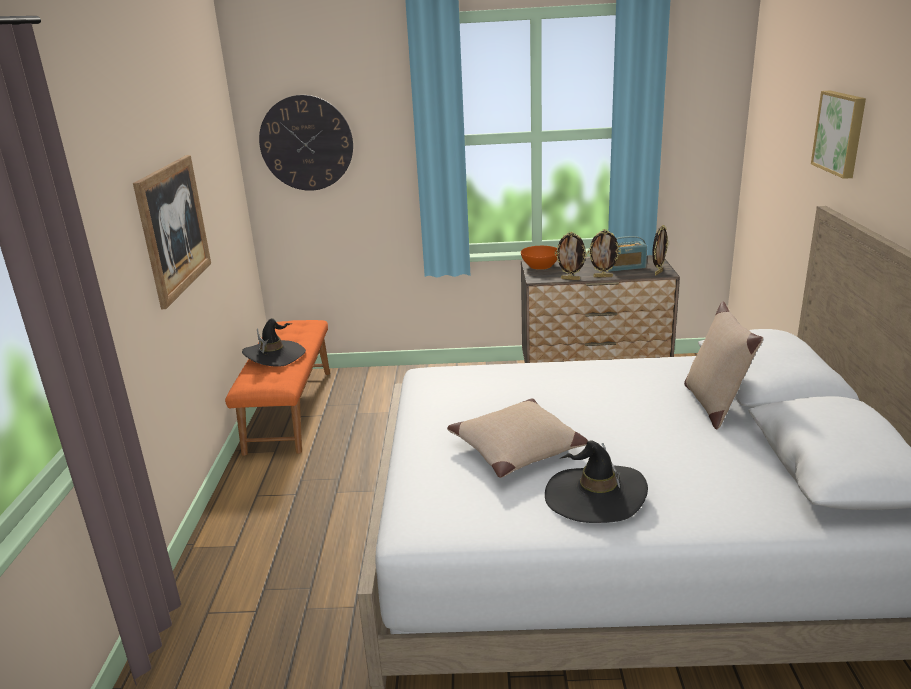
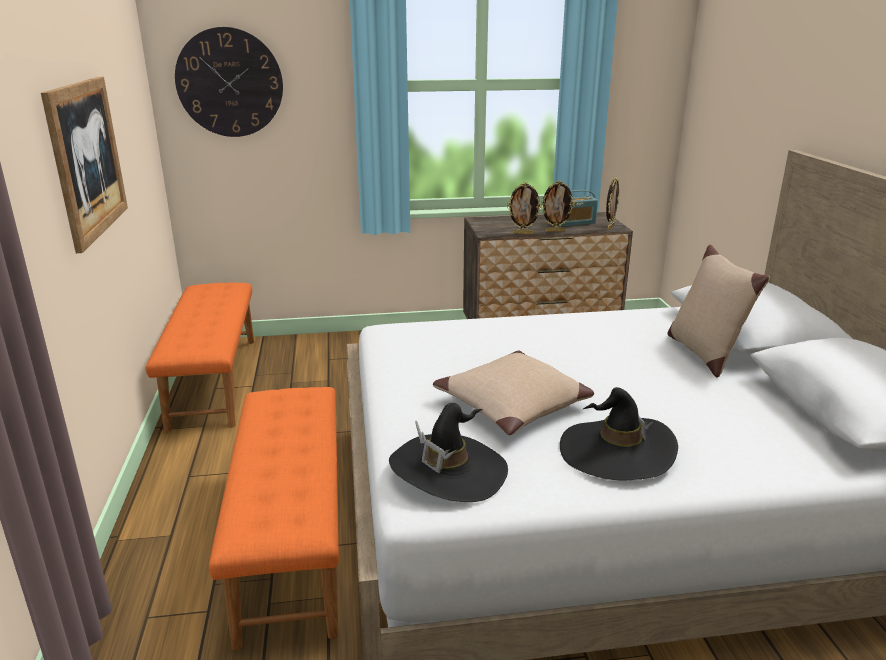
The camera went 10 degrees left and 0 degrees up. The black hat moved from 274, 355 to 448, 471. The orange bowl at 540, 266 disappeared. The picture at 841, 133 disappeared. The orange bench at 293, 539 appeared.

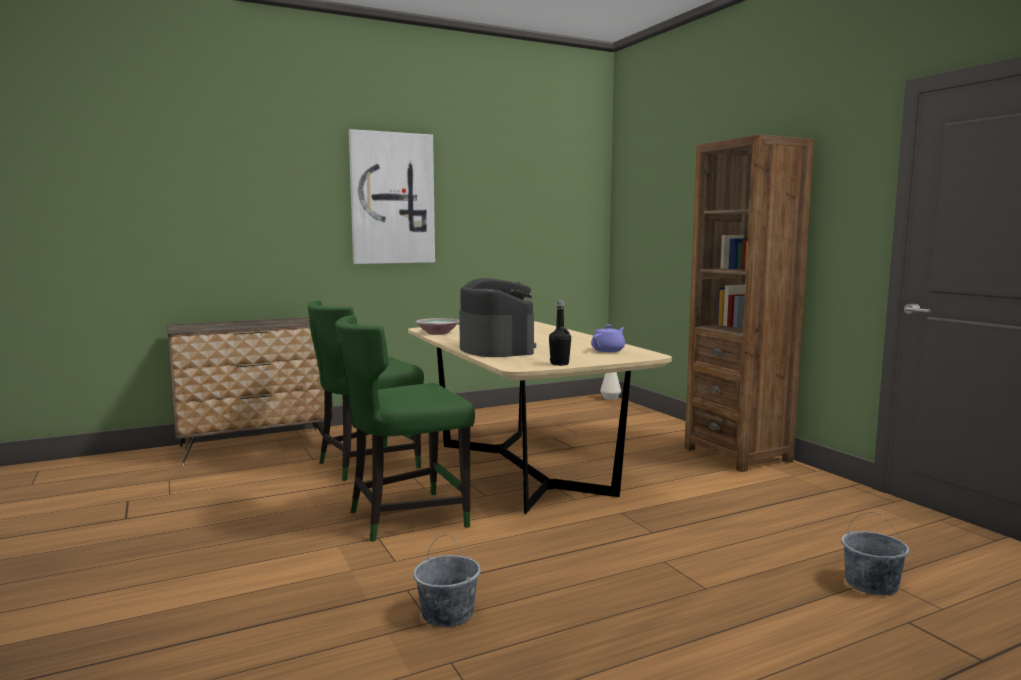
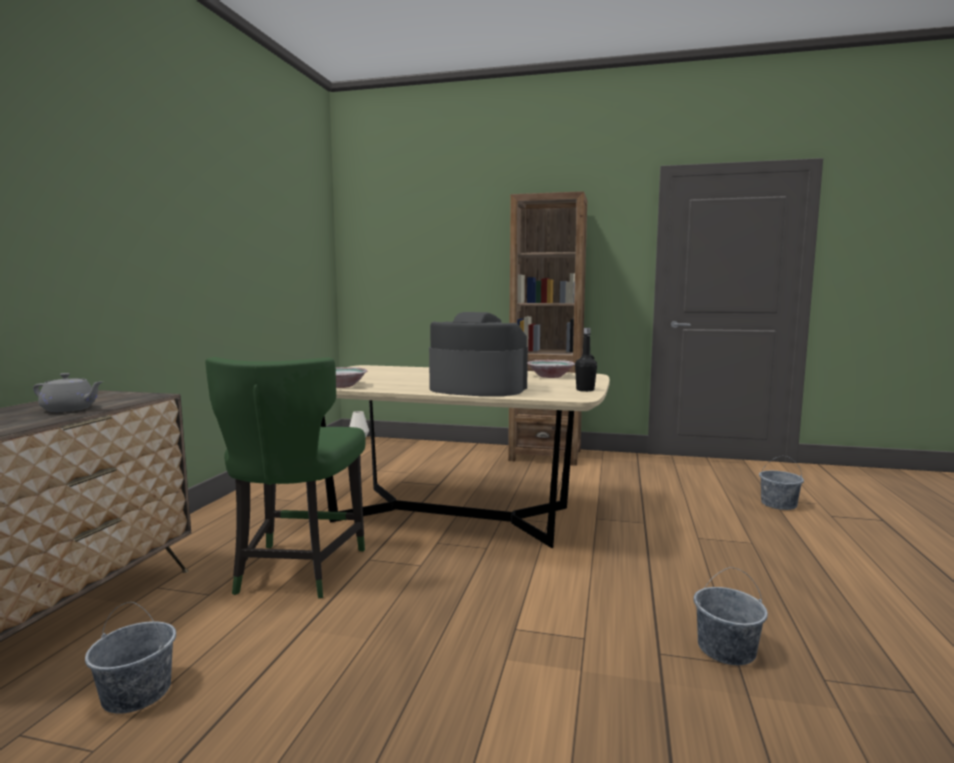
The camera went 50 degrees left and 0 degrees up. The green chair at 405, 517 disappeared. The picture at 392, 198 disappeared. The purple teapot at 608, 350 was replaced by the bowl at 550, 376. The grey teapot at 70, 409 appeared. The grey bucket at 136, 693 appeared.

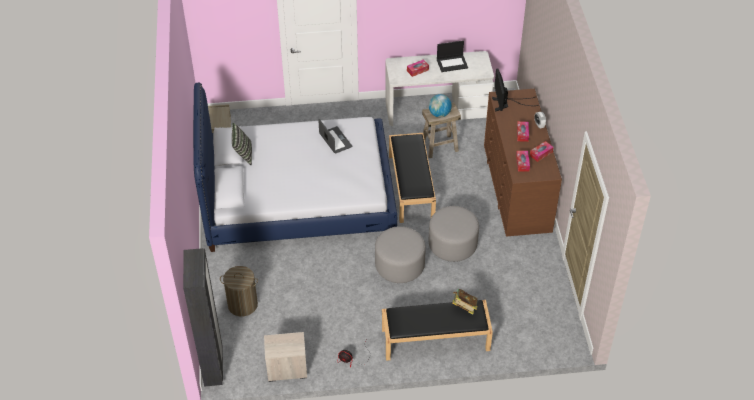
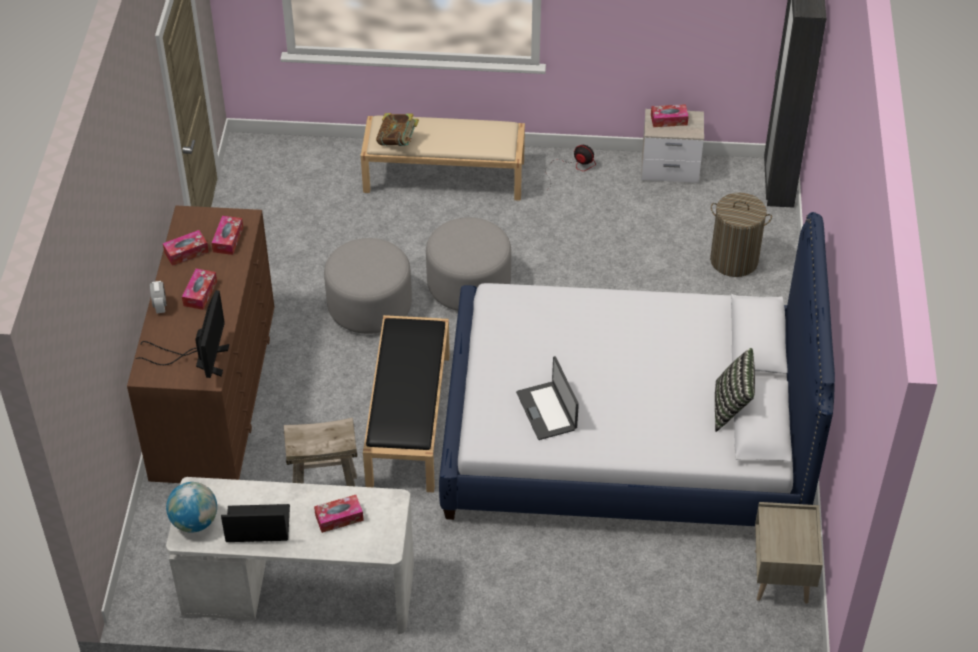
The camera went 170 degrees left and 0 degrees up. The black bench at 435, 340 became the beige bench at 445, 176. The globe moved from 439, 114 to 194, 522. The tissue box at 669, 120 appeared.

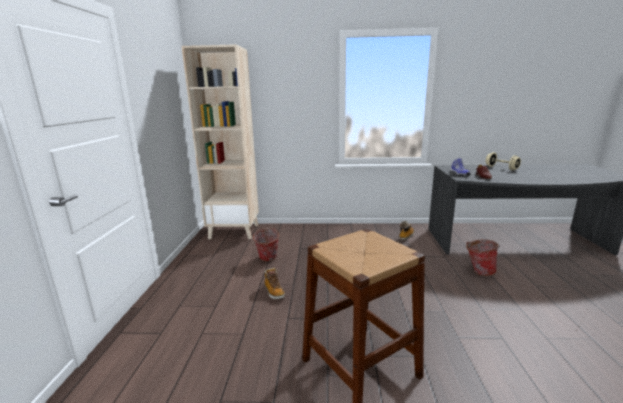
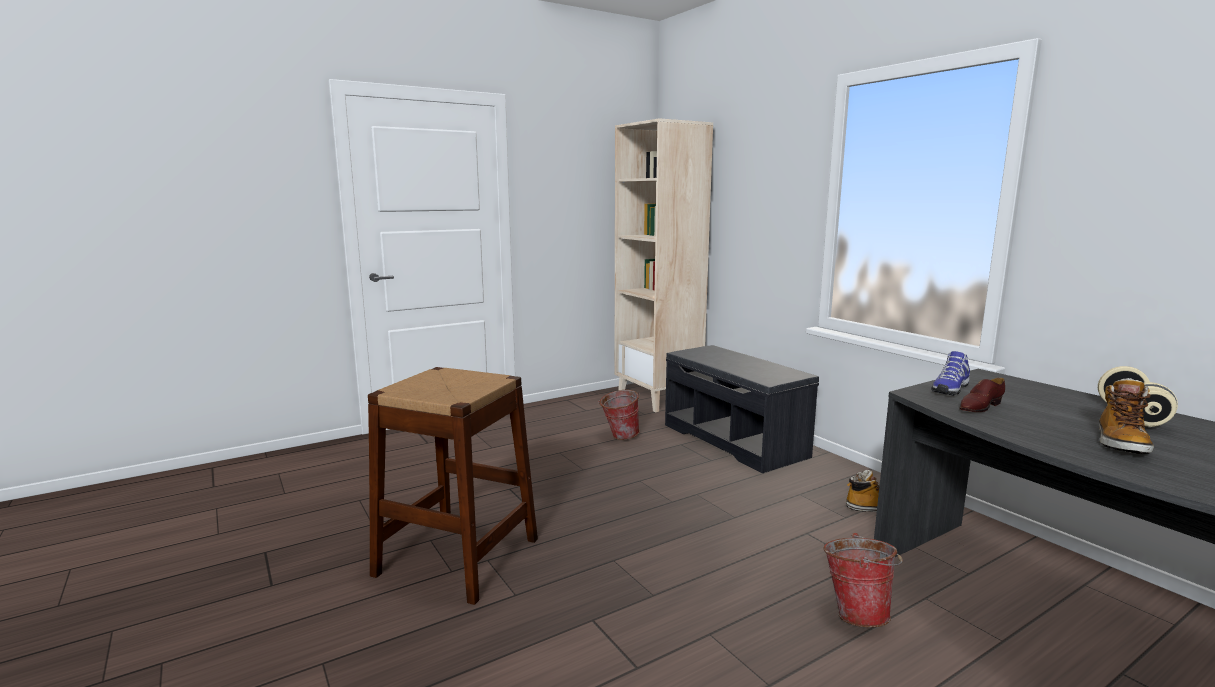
The camera went 55 degrees right and 5 degrees down. The boot moved from 274, 292 to 1120, 443. The grey bench at 735, 440 appeared.

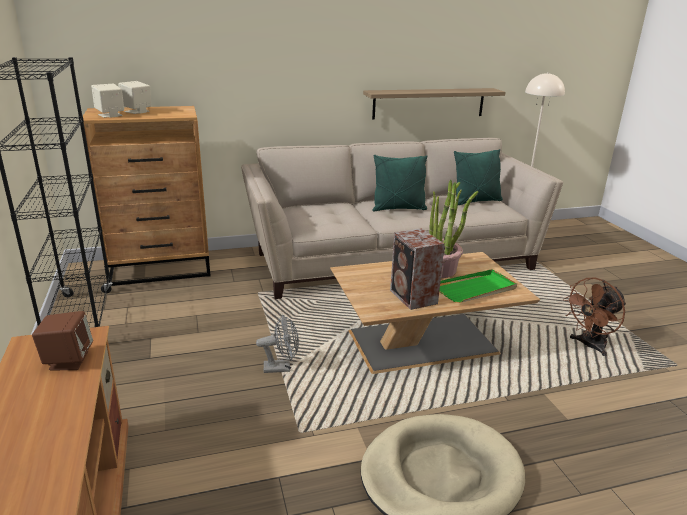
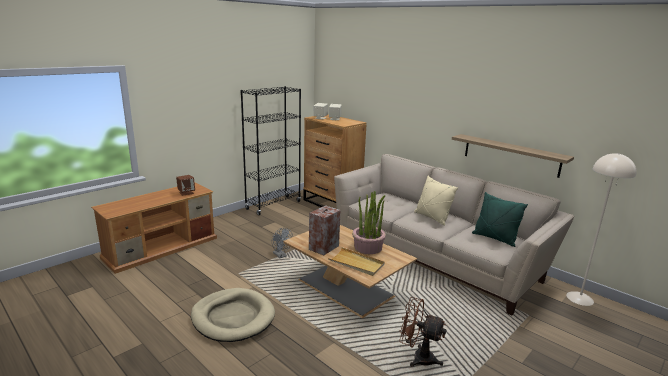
The camera went 60 degrees right and 5 degrees down. The green pillow at 398, 208 became the beige pillow at 432, 218. The green tray at 476, 289 became the beige tray at 356, 263.

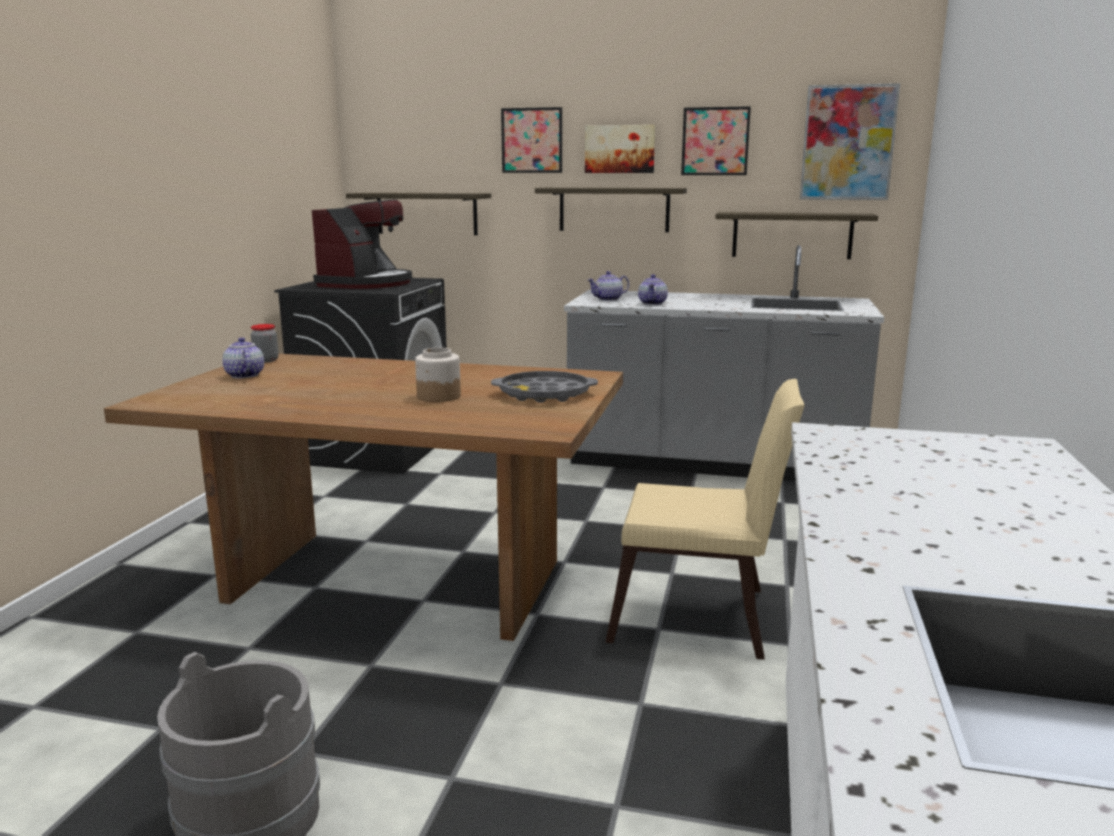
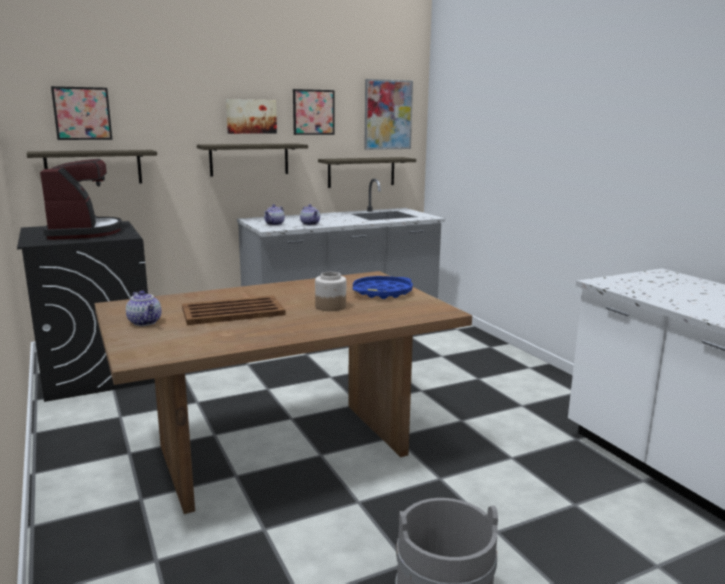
The camera went 40 degrees left and 0 degrees up. The teapot at 243, 375 turned 150 degrees counterclockwise. The jar at 266, 360 disappeared. The grey tray at 544, 394 became the blue tray at 382, 292. The picture moved from 532, 140 to 82, 113. The beige chair at 700, 619 disappeared. The brown tray at 232, 311 appeared.

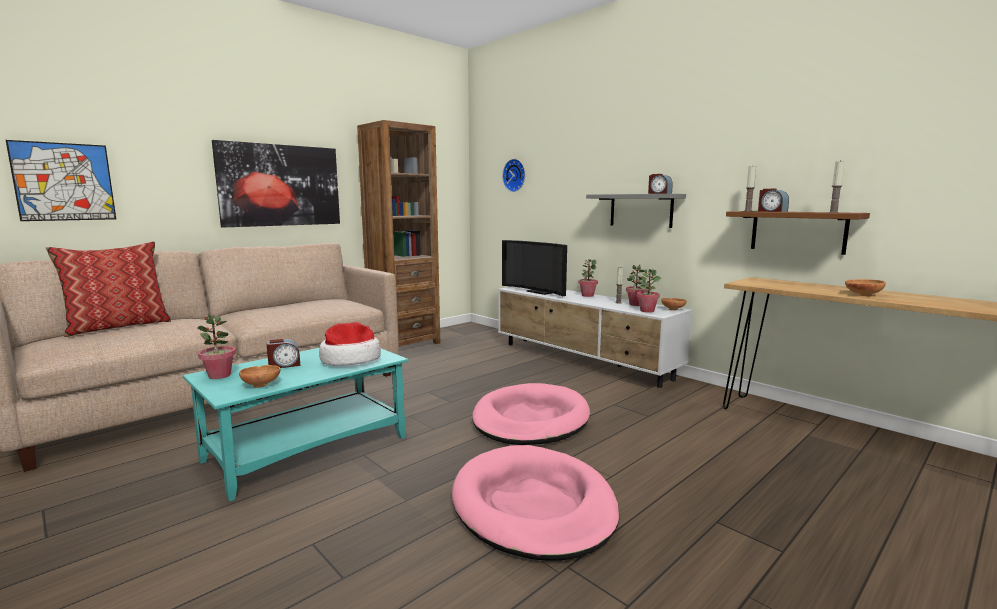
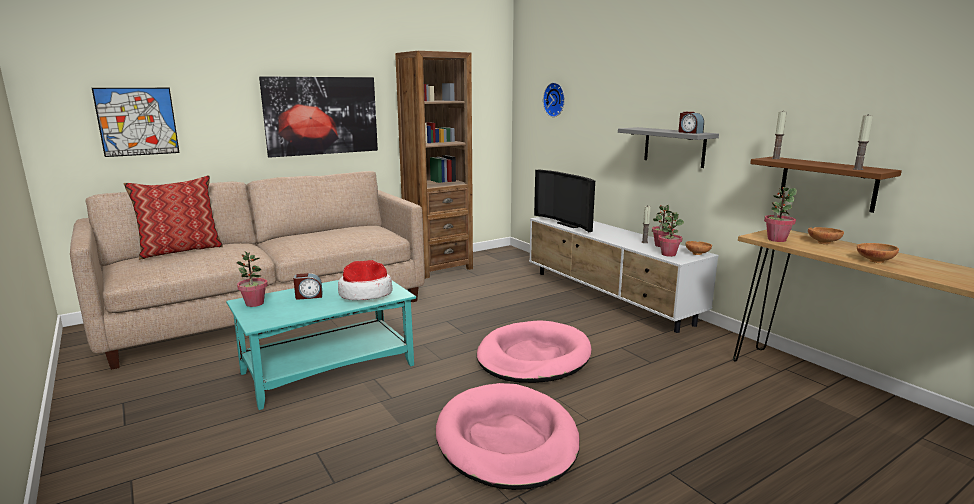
The camera went 10 degrees right and 5 degrees up. The brown bowl moved from 262, 385 to 823, 242. The potted plant moved from 587, 295 to 776, 239. The alarm clock at 771, 211 disappeared.

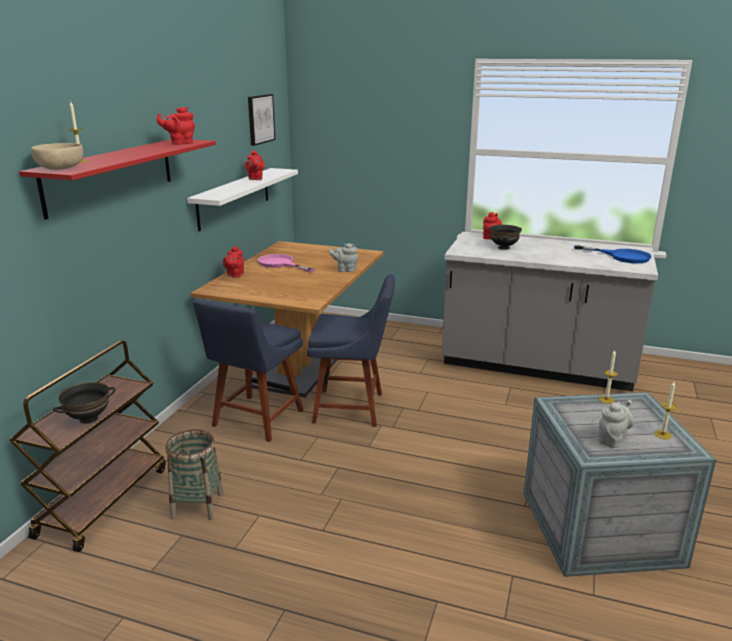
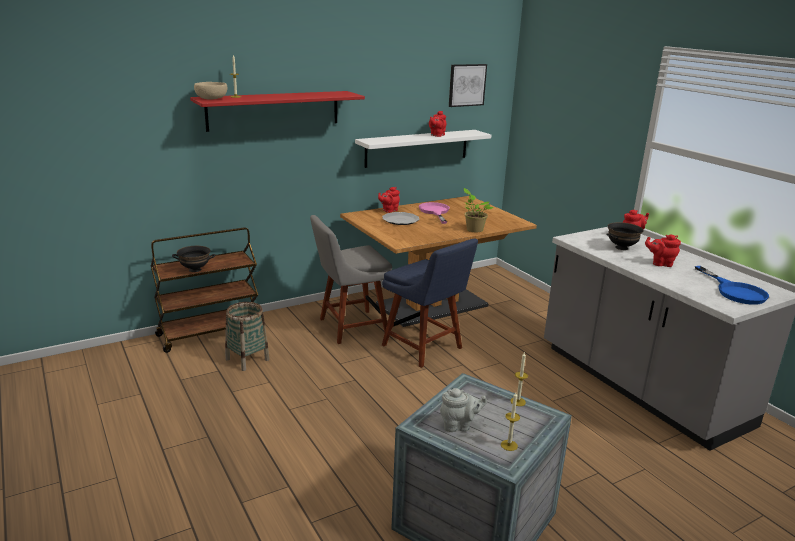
The camera went 40 degrees right and 0 degrees up. The red teapot moved from 180, 143 to 660, 263. The blue chair at 255, 420 became the grey chair at 349, 327. The grey teapot at 345, 270 was replaced by the potted plant at 473, 229. The plate at 401, 220 appeared.

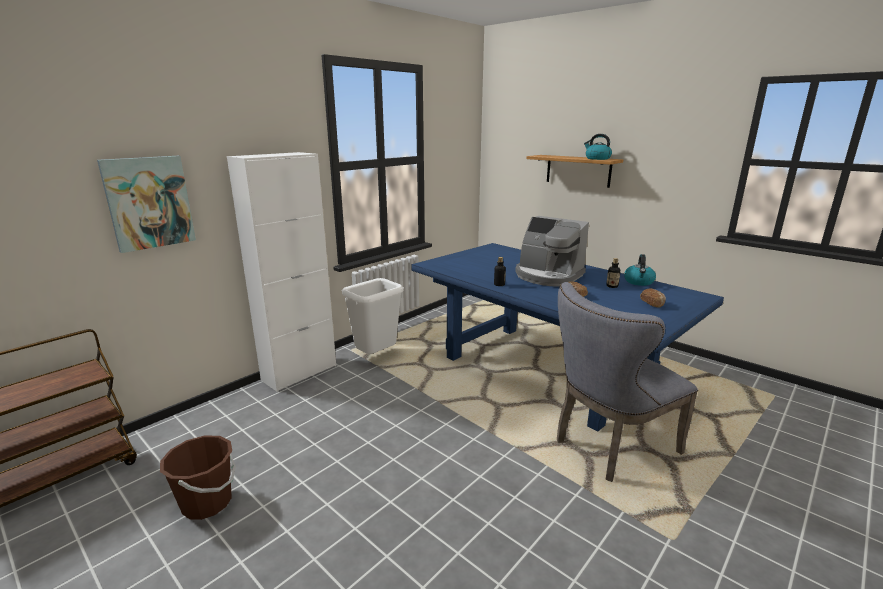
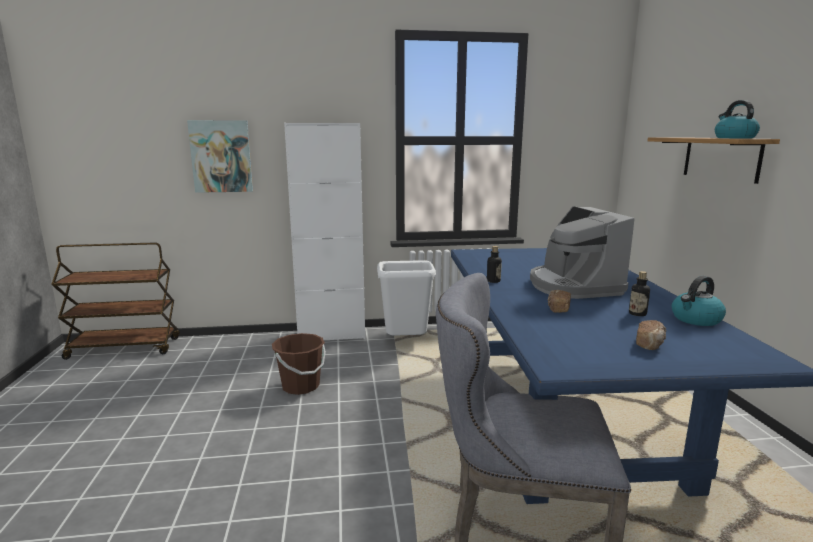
The camera went 40 degrees right and 5 degrees down. The brown bucket moved from 207, 503 to 301, 386.

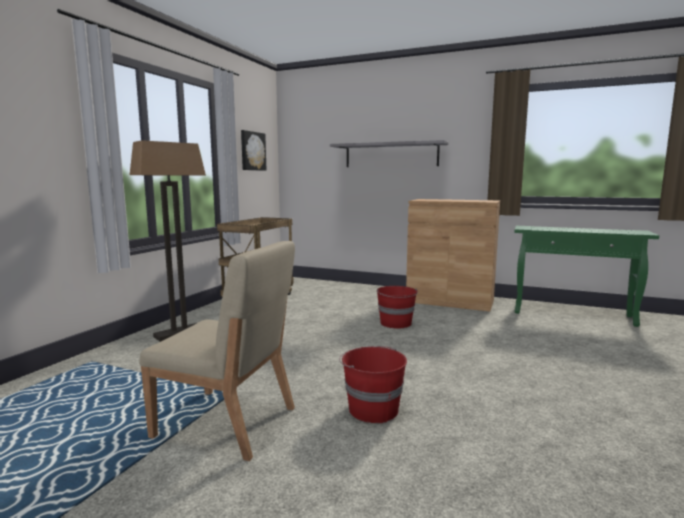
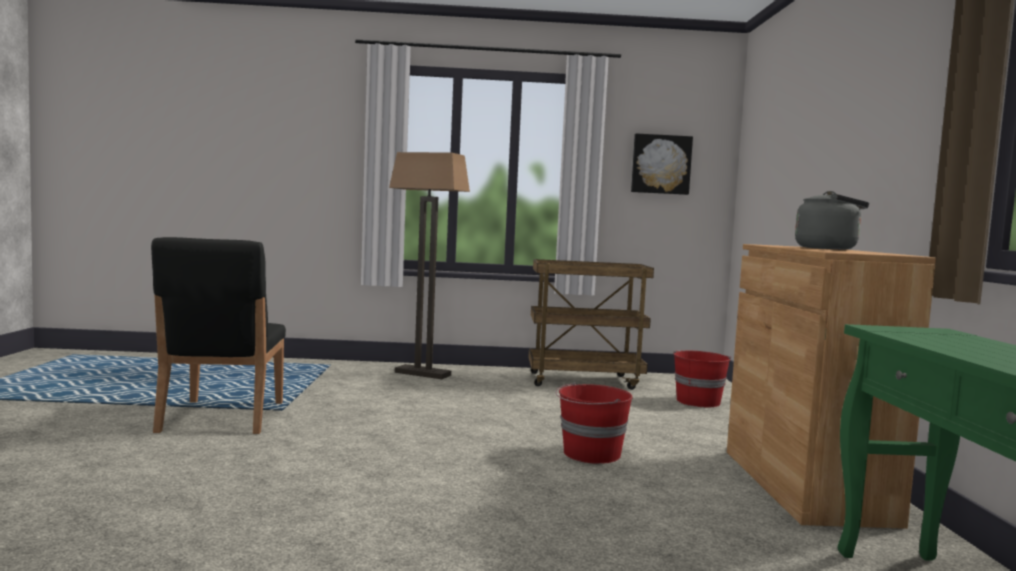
The camera went 65 degrees right and 5 degrees down. The beige chair at 227, 423 became the black chair at 221, 417. The grey shelf at 391, 155 disappeared. The red bucket moved from 372, 409 to 698, 401. The grey kettle at 830, 249 appeared.

